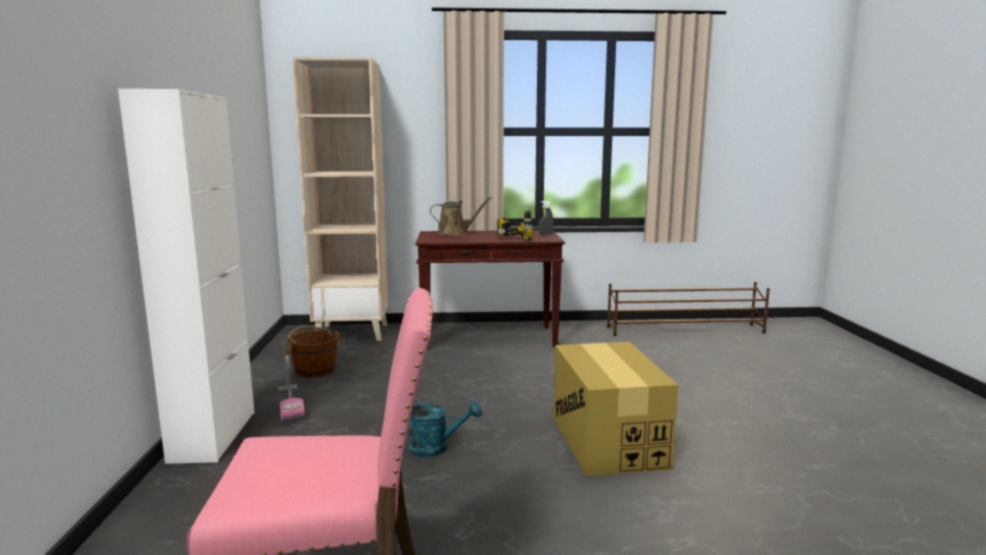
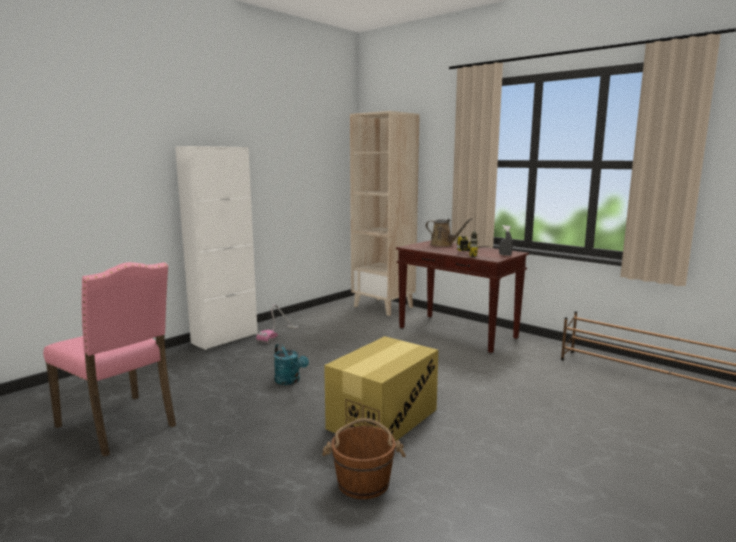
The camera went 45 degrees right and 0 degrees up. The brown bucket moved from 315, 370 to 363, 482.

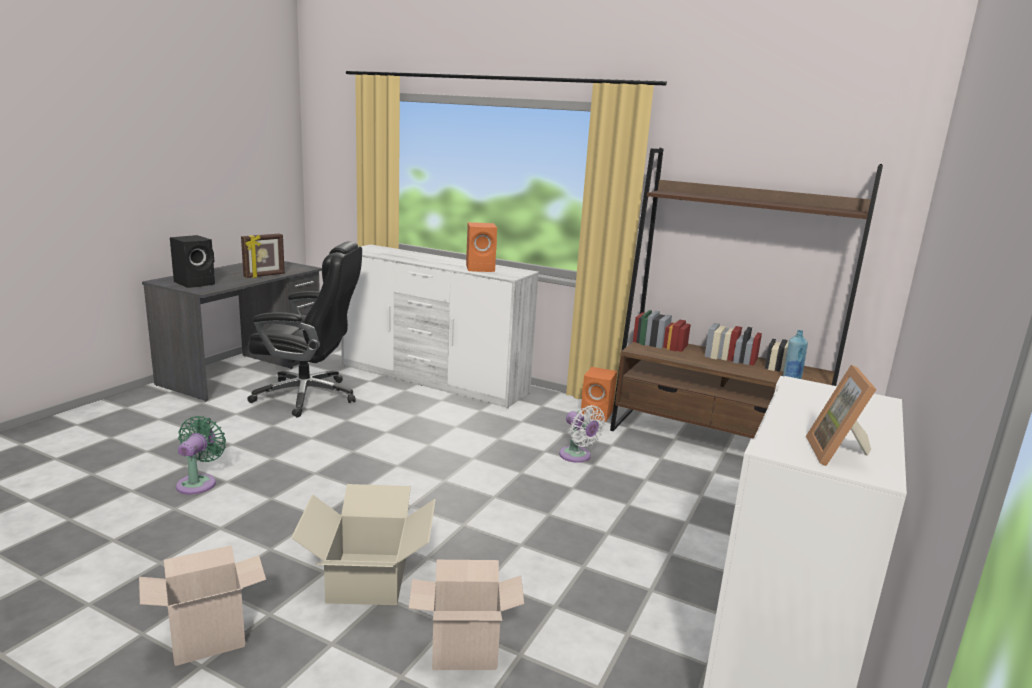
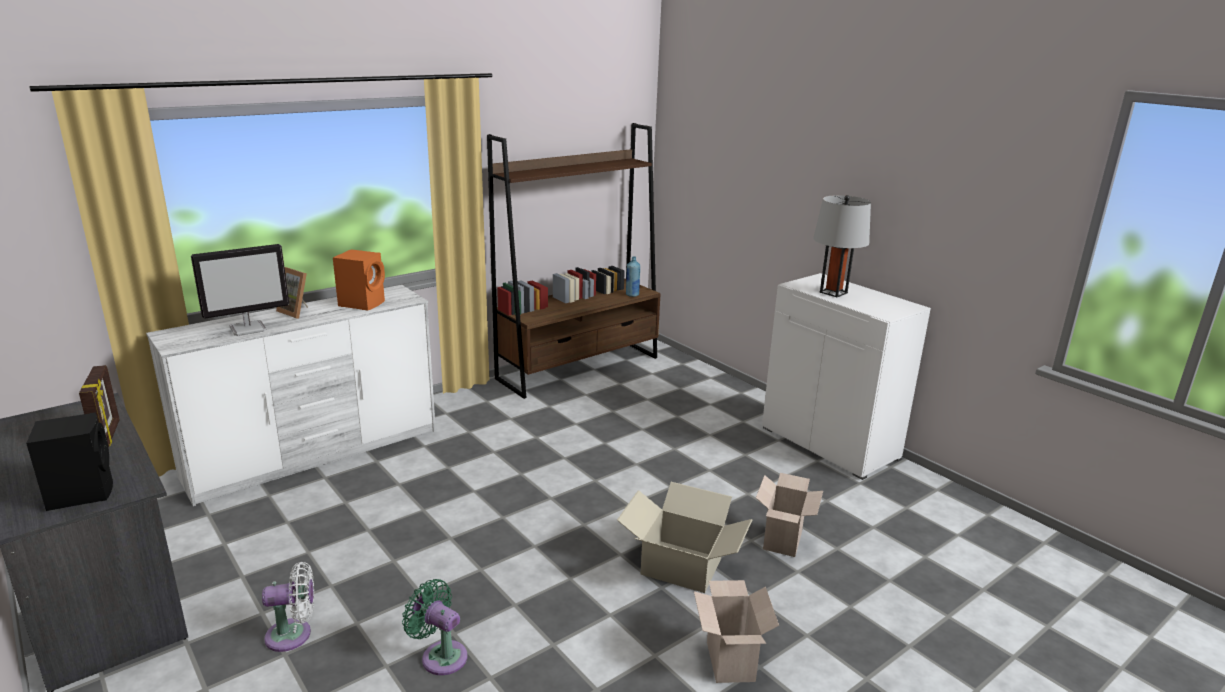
The camera went 65 degrees left and 5 degrees up. The black office chair at 308, 396 disappeared. The white fan moved from 577, 456 to 293, 635. The orange speaker at 597, 414 disappeared. The picture frame moved from 839, 454 to 297, 312. The monitor at 248, 328 appeared. The grey table lamp at 833, 292 appeared.

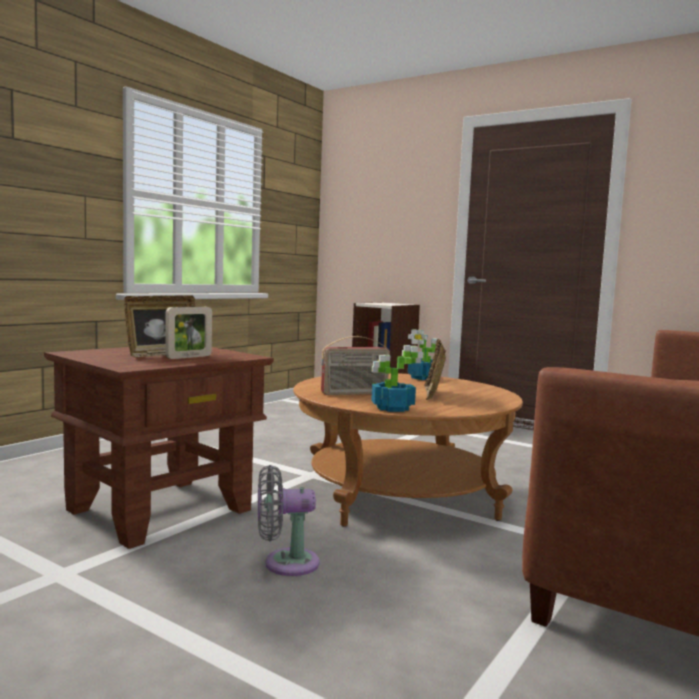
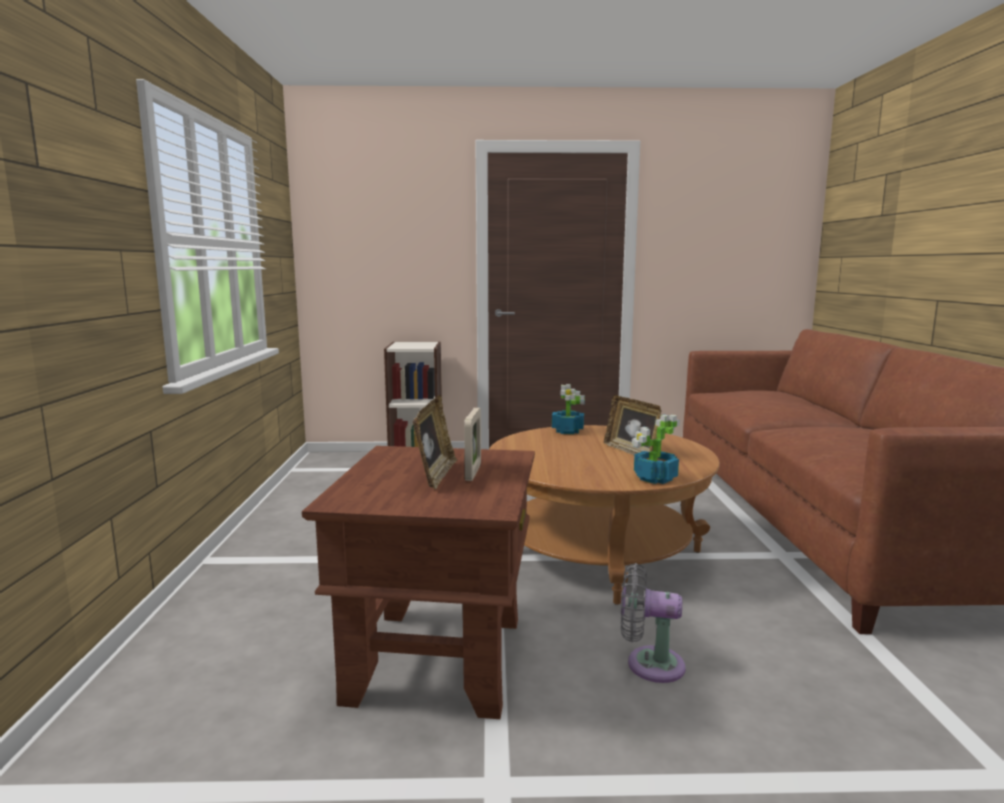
The camera went 35 degrees left and 5 degrees up. The grey fan at 285, 563 turned 60 degrees clockwise. The radio at 355, 393 disappeared.

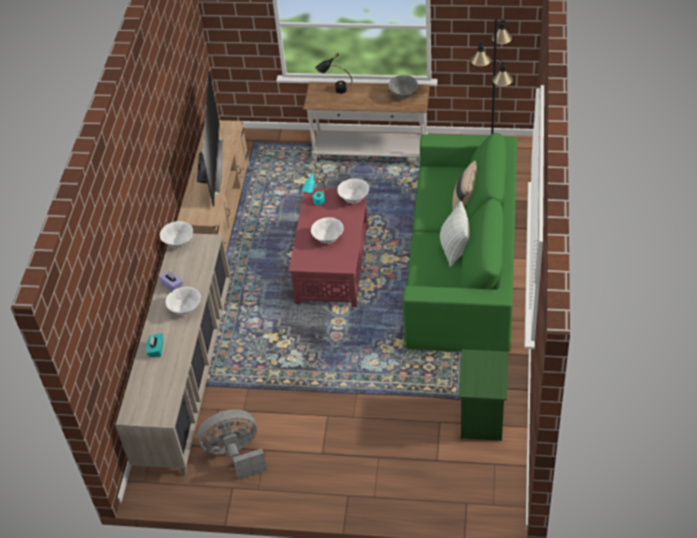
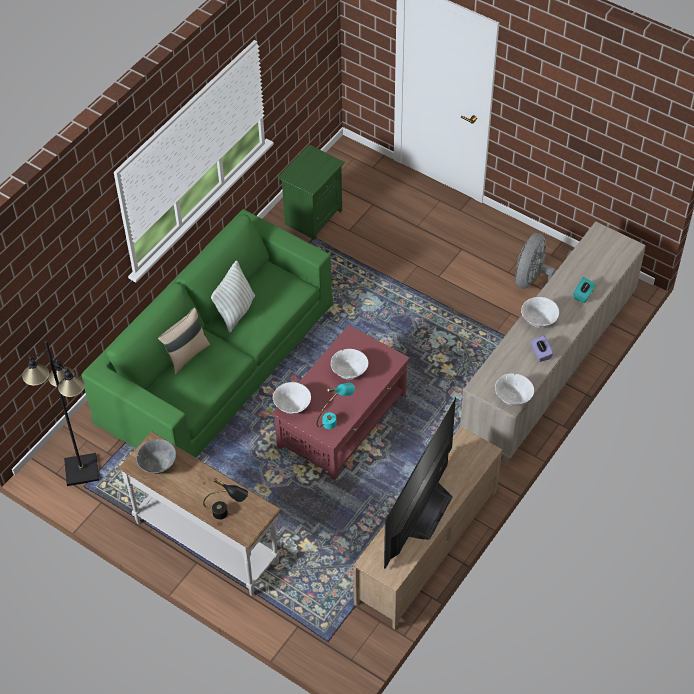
The camera went 155 degrees left and 5 degrees up. The grey fan at 235, 454 turned 105 degrees clockwise.

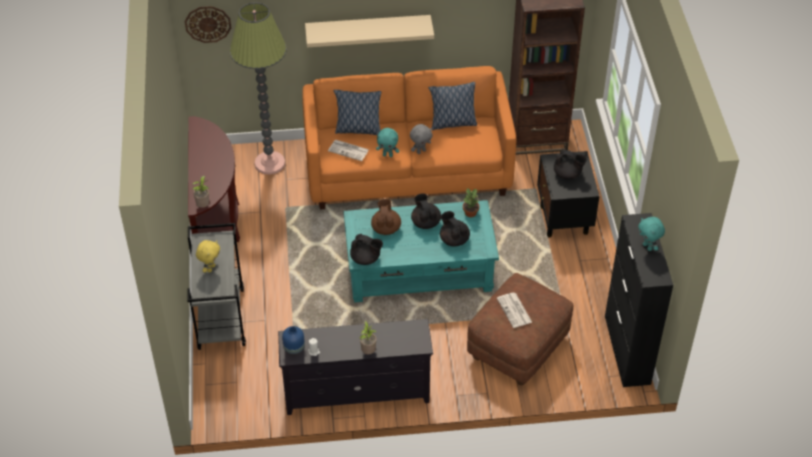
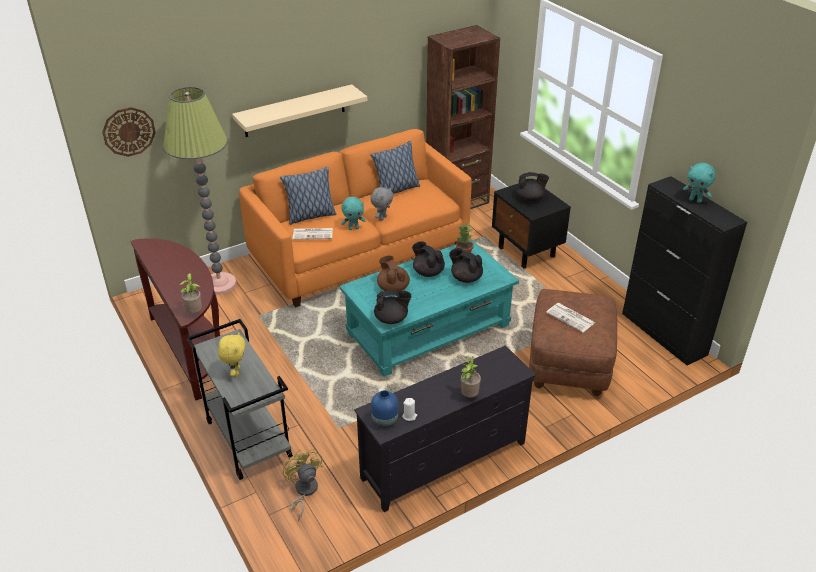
The camera went 25 degrees left and 10 degrees down. The yellow fan at 304, 491 appeared.

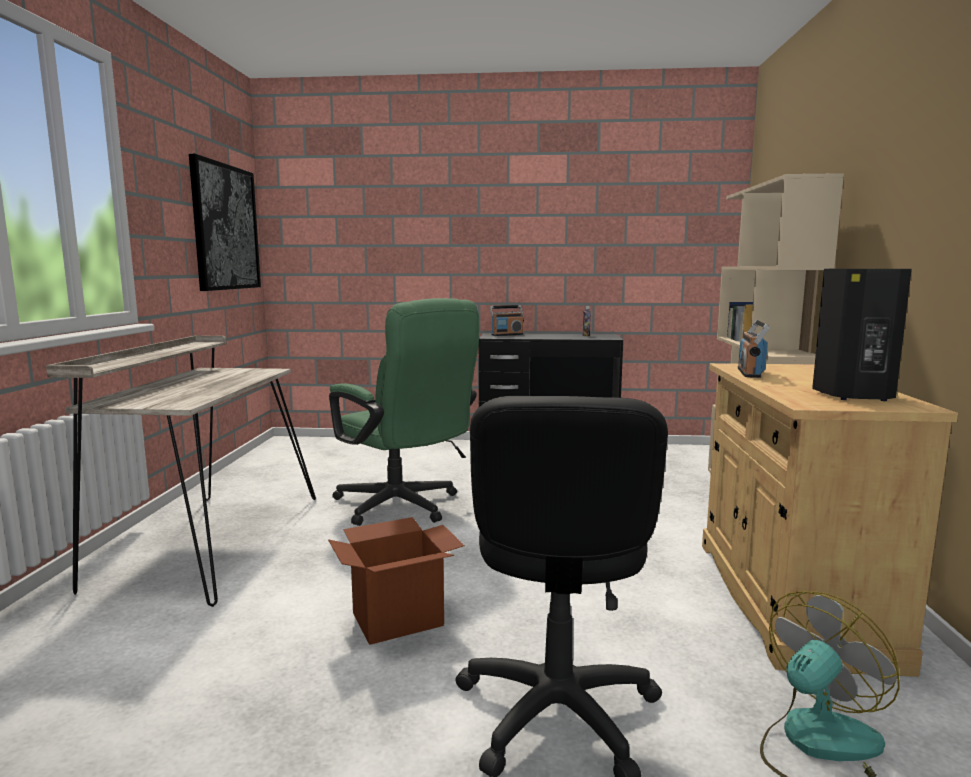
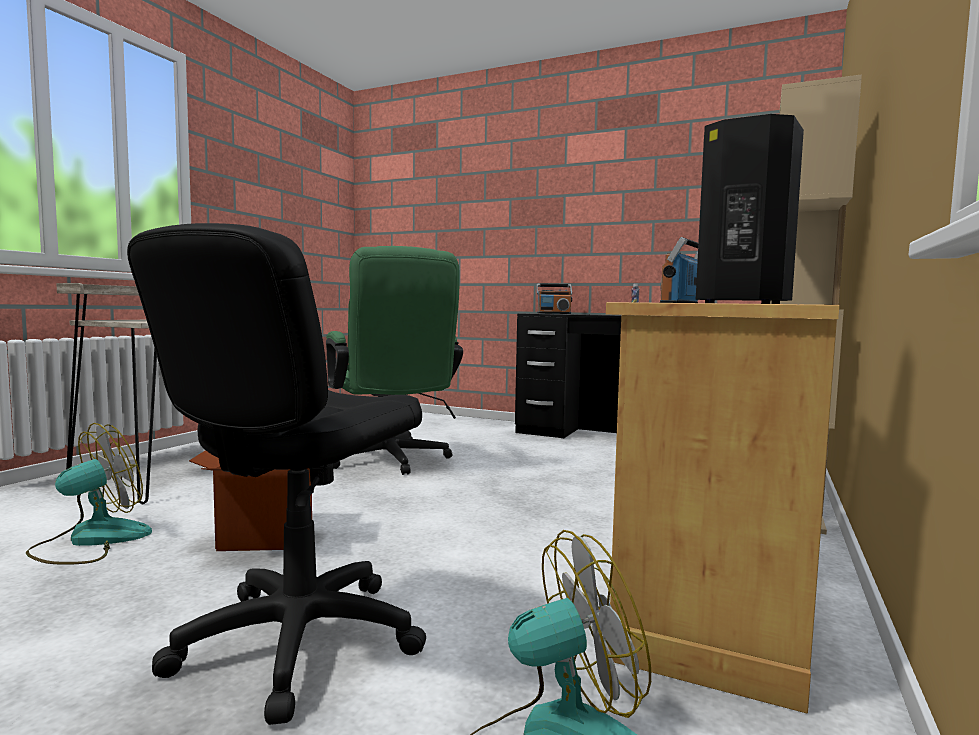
The camera went 20 degrees right and 5 degrees down. The picture at 225, 227 disappeared. The fan at 91, 541 appeared.

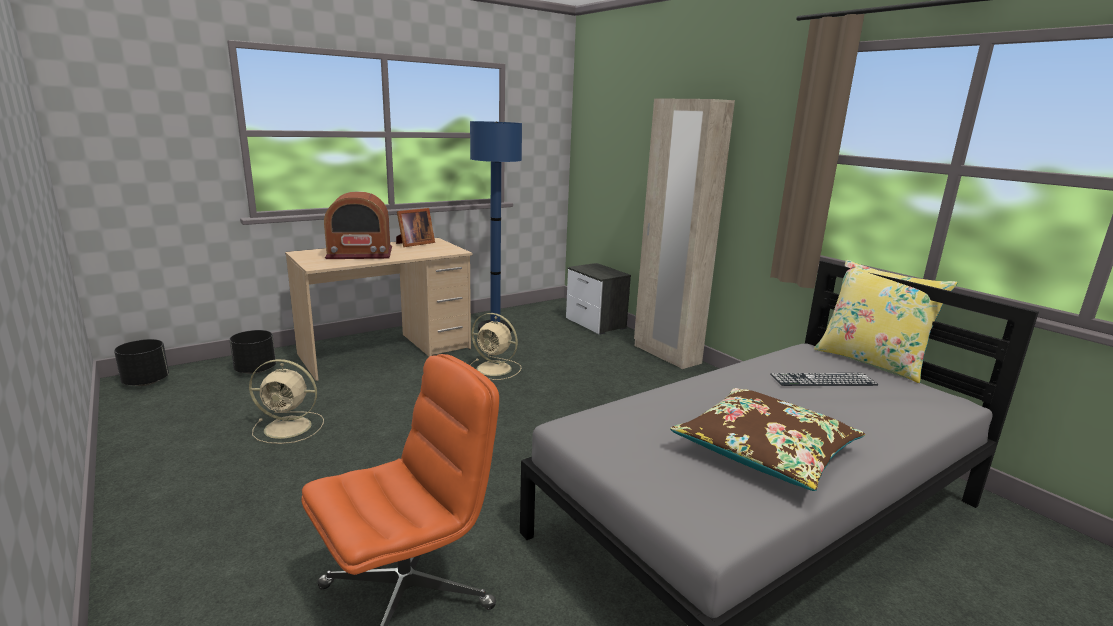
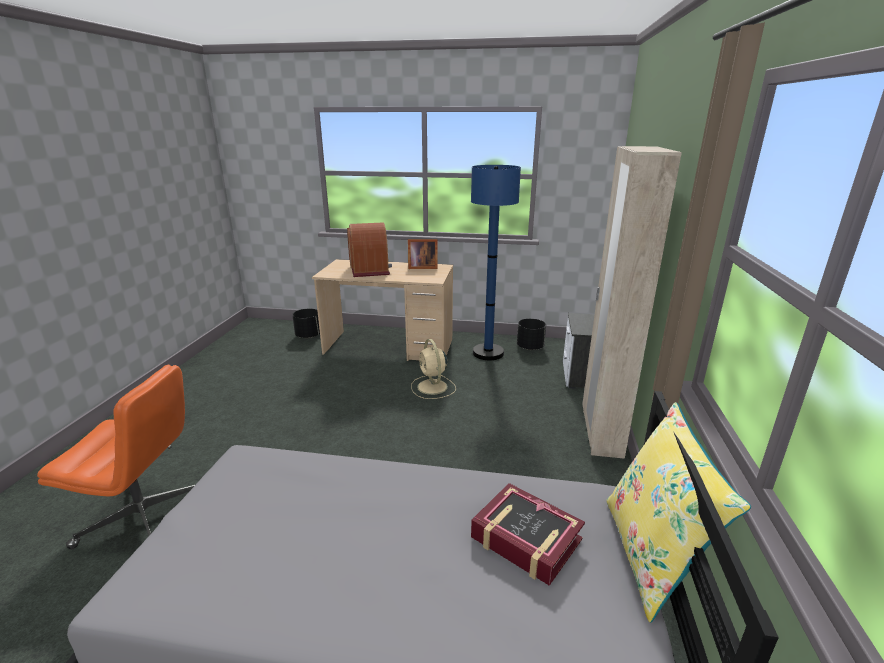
The camera went 45 degrees right and 5 degrees up. The black planter moved from 146, 382 to 530, 347. The beige fan at 290, 427 disappeared. The radio at 360, 253 turned 135 degrees counterclockwise. The brown pillow at 764, 451 disappeared. The keyboard at 823, 380 was replaced by the book at 525, 539.

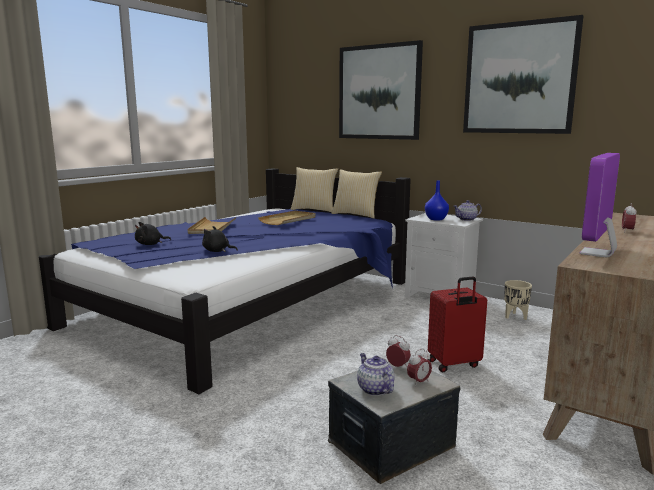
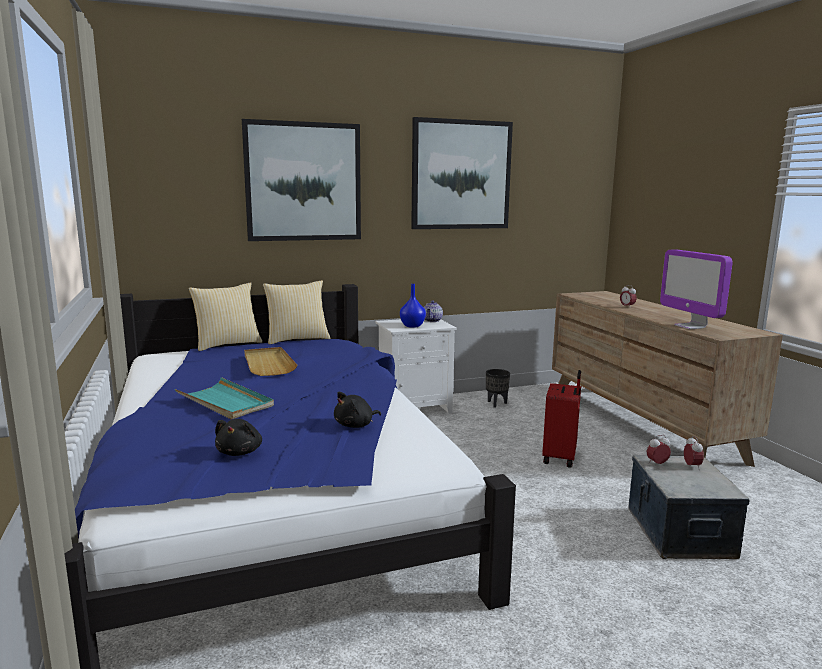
The camera went 55 degrees left and 0 degrees up. The beige tray at 212, 228 became the turquoise tray at 225, 402. The teapot at 374, 389 disappeared. The beige planter at 515, 317 became the black planter at 496, 404.

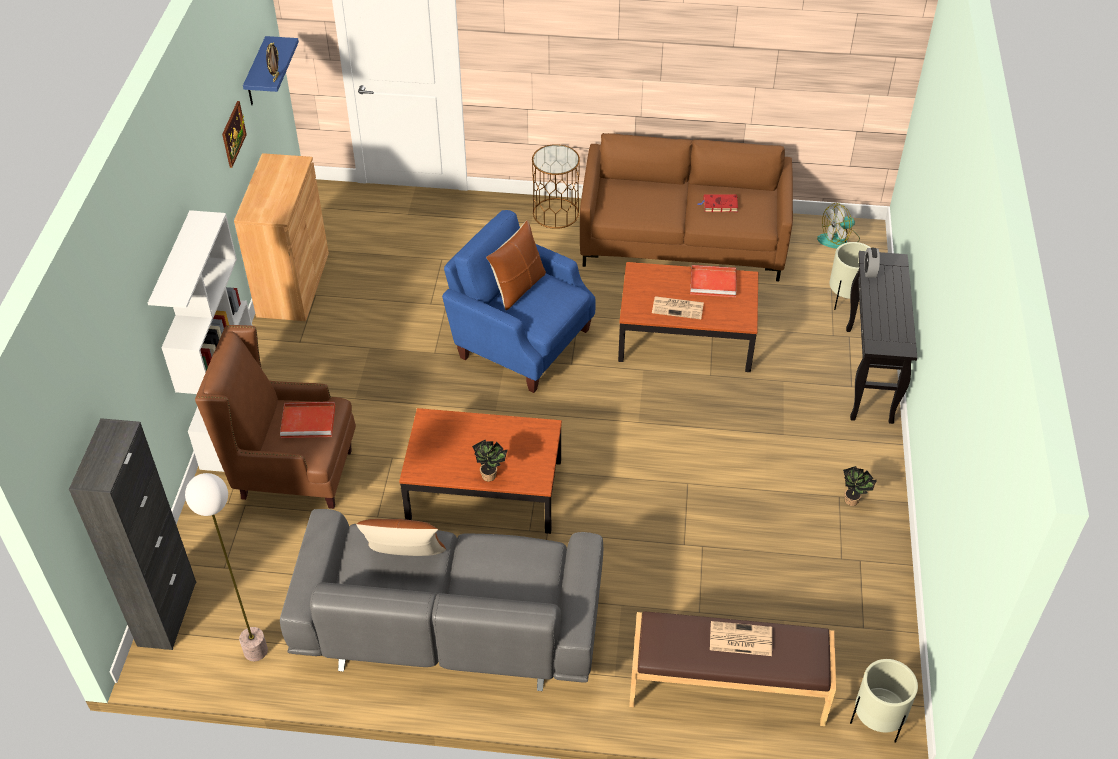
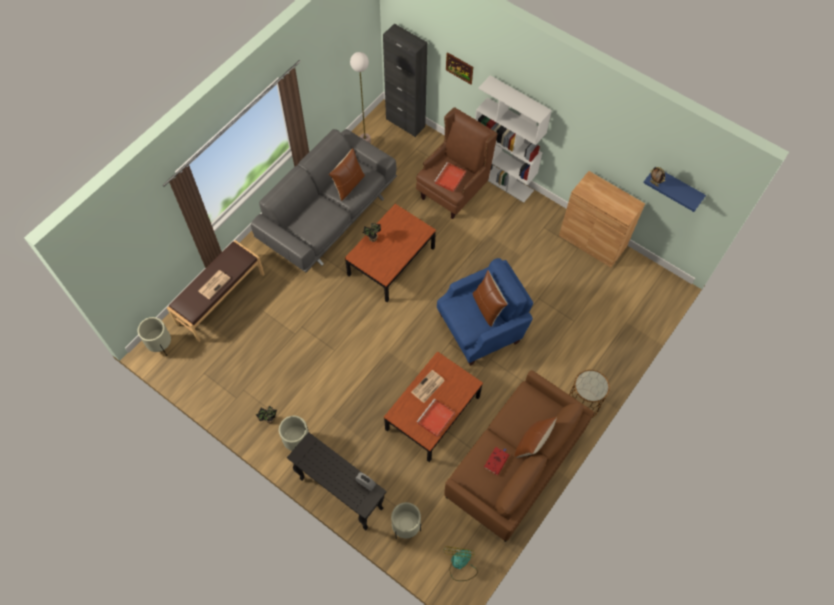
The camera went 120 degrees right and 15 degrees up. The picture moved from 233, 134 to 459, 68. The beige planter at 297, 442 appeared. The brown pillow at 532, 443 appeared.

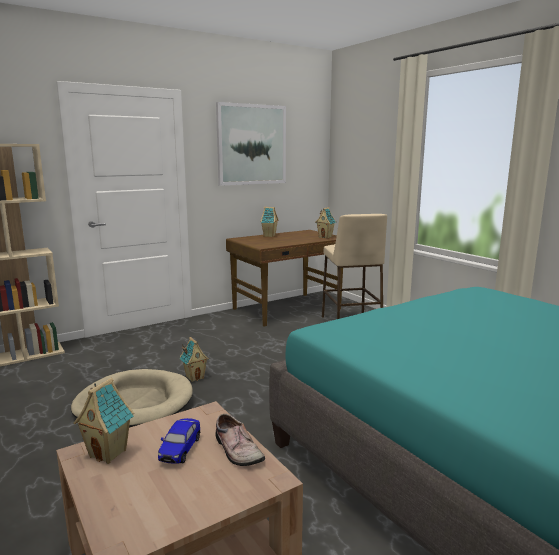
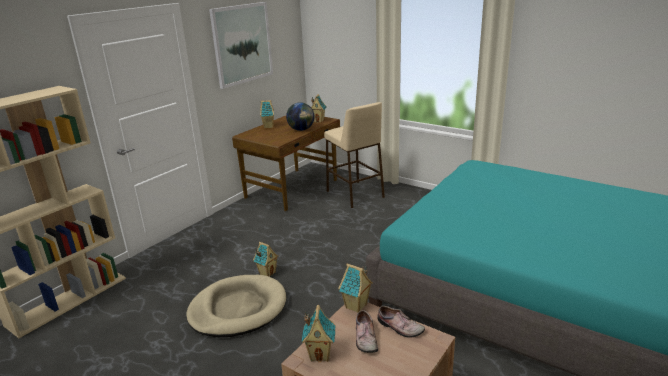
The camera went 20 degrees left and 10 degrees up. The toy car at 180, 450 was replaced by the shoe at 364, 338. The globe at 301, 130 appeared. The toy house at 356, 307 appeared.

